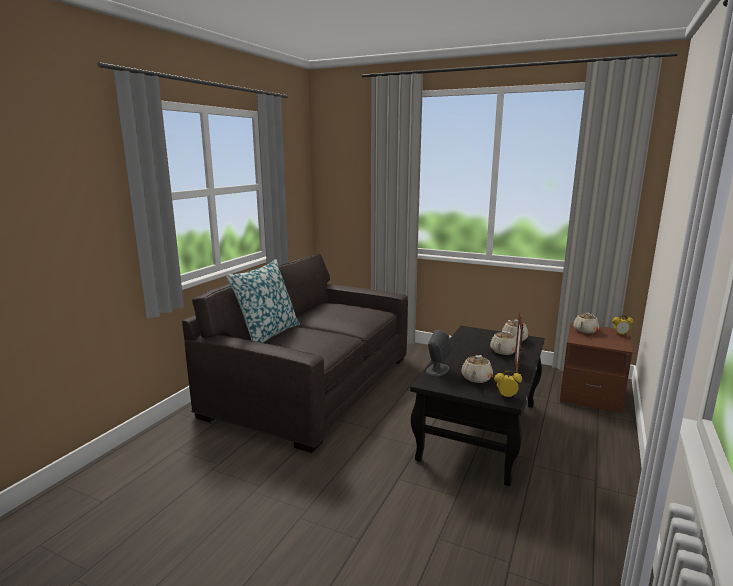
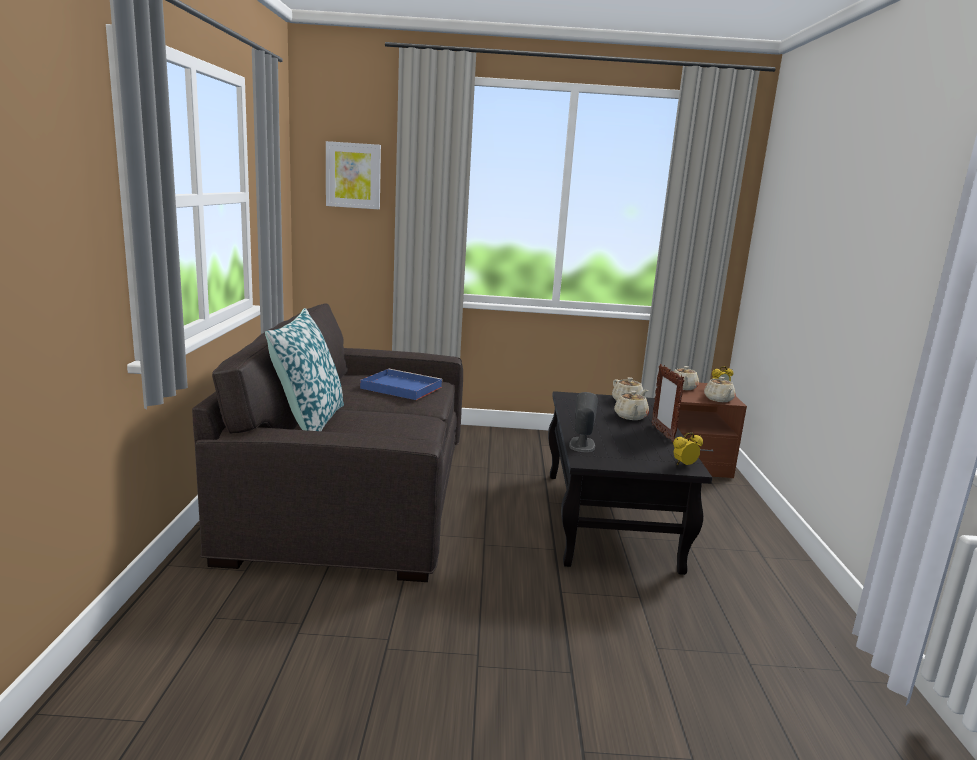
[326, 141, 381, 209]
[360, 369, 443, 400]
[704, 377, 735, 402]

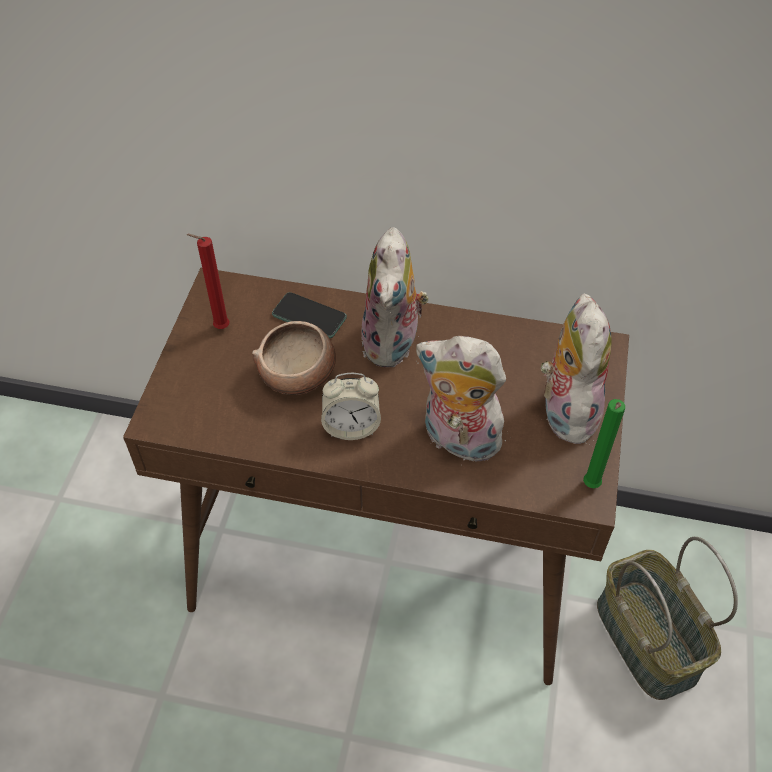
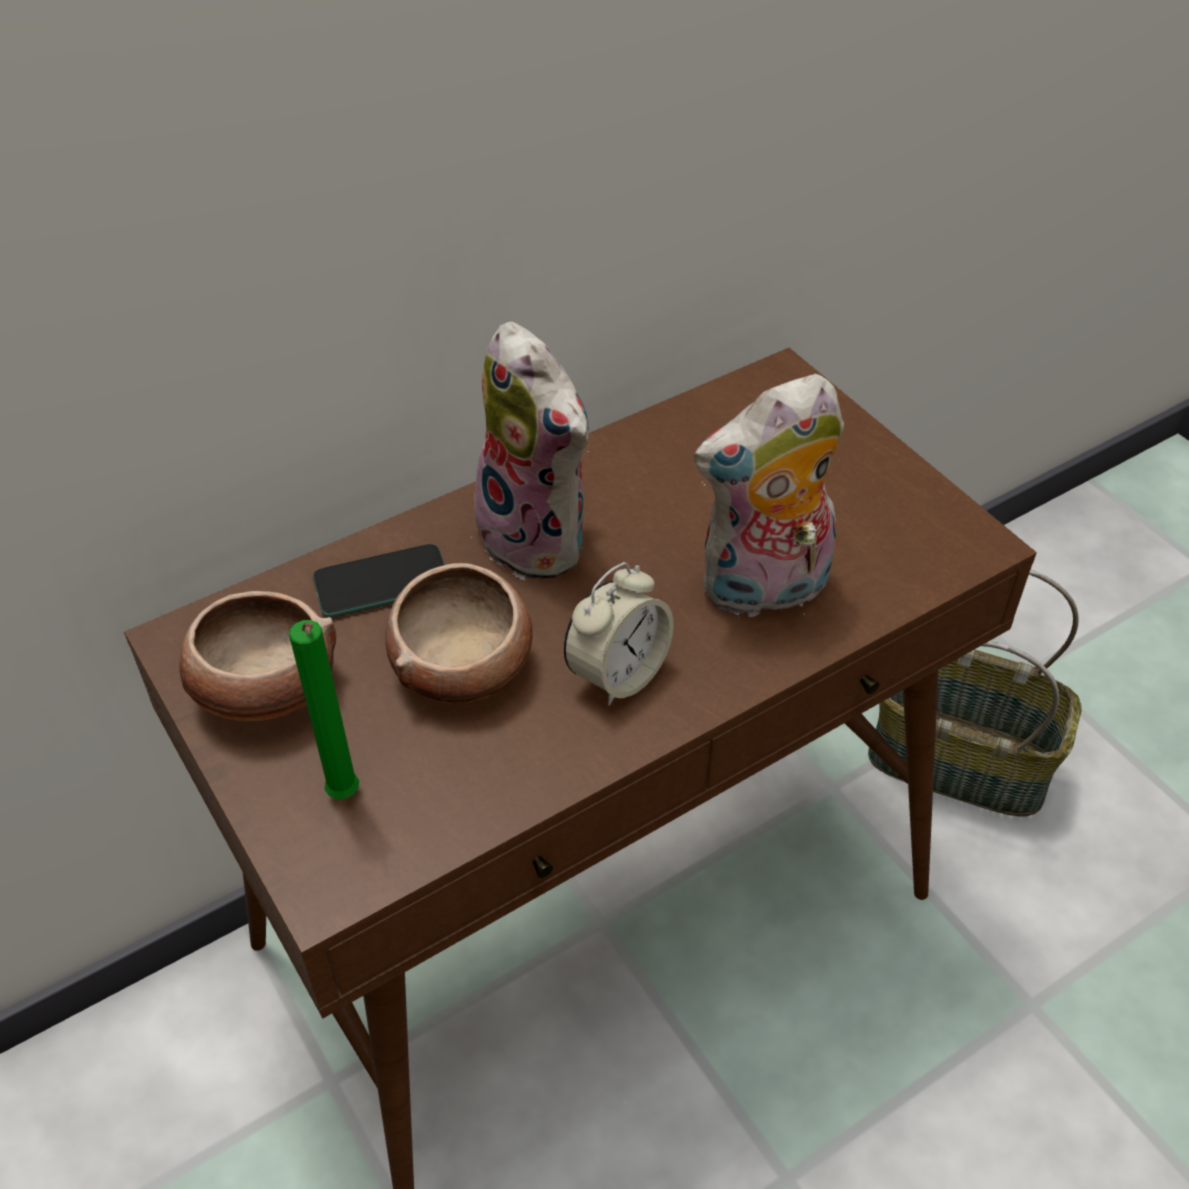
[541, 293, 612, 447] (first image)
[289, 620, 359, 799]
[179, 591, 336, 721]

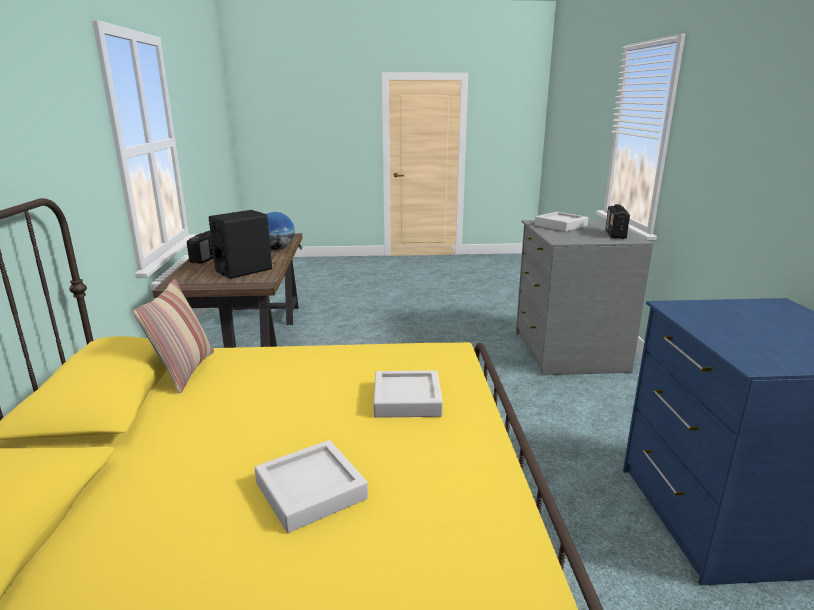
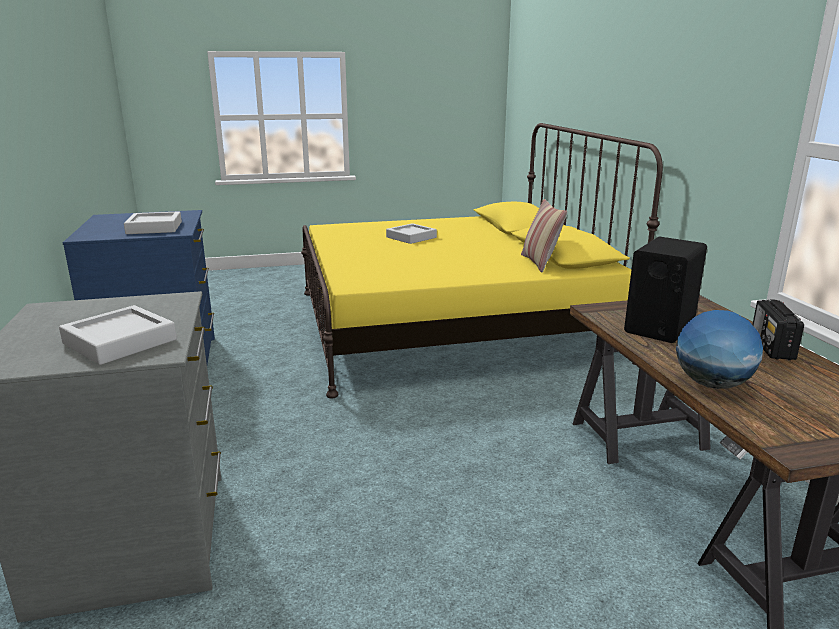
[605, 204, 630, 239] (first image)
[124, 211, 182, 234]

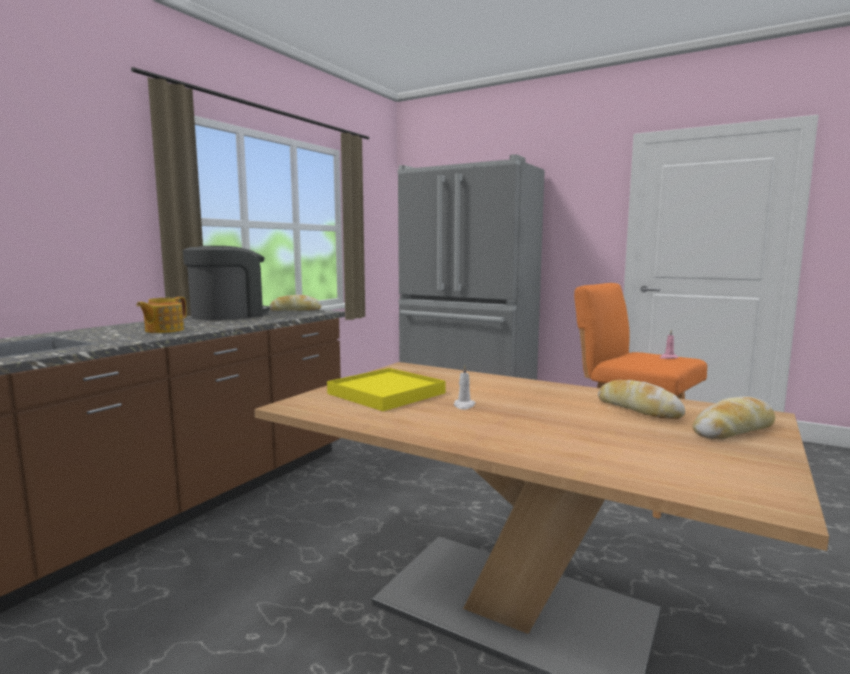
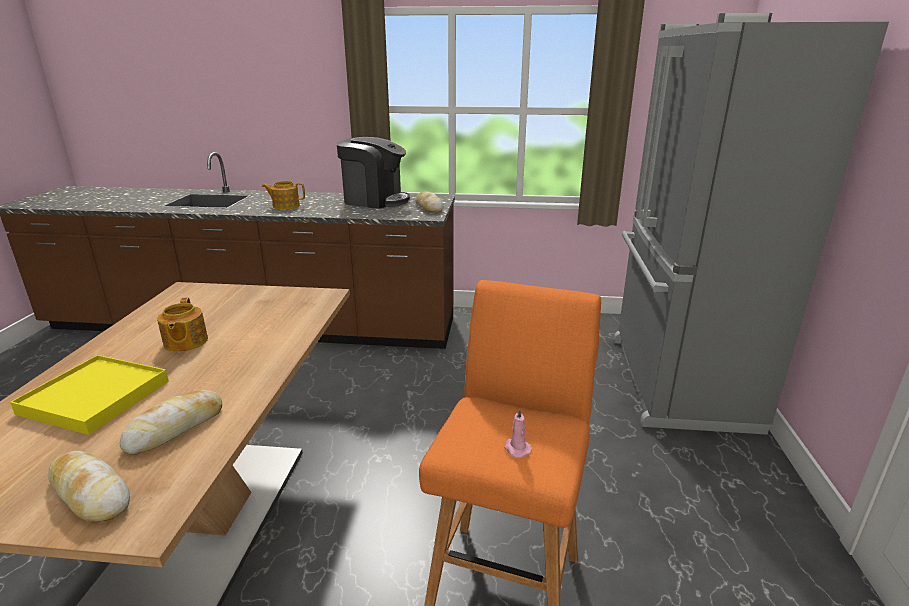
[10, 355, 169, 435]
[157, 297, 208, 352]

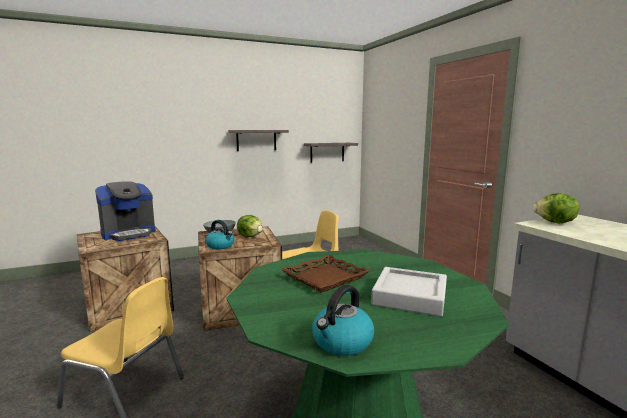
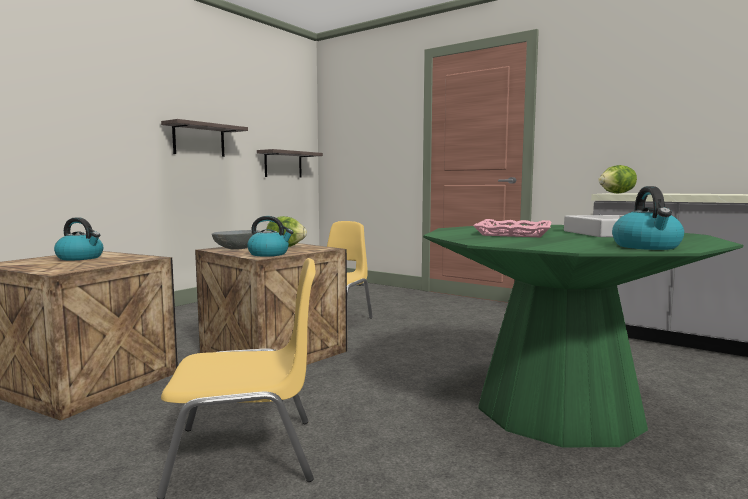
[54, 217, 103, 260]
[473, 219, 552, 237]

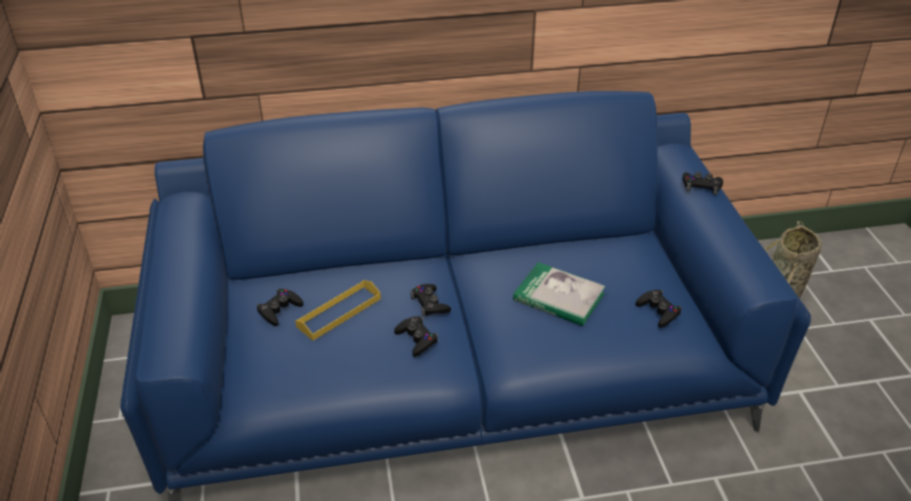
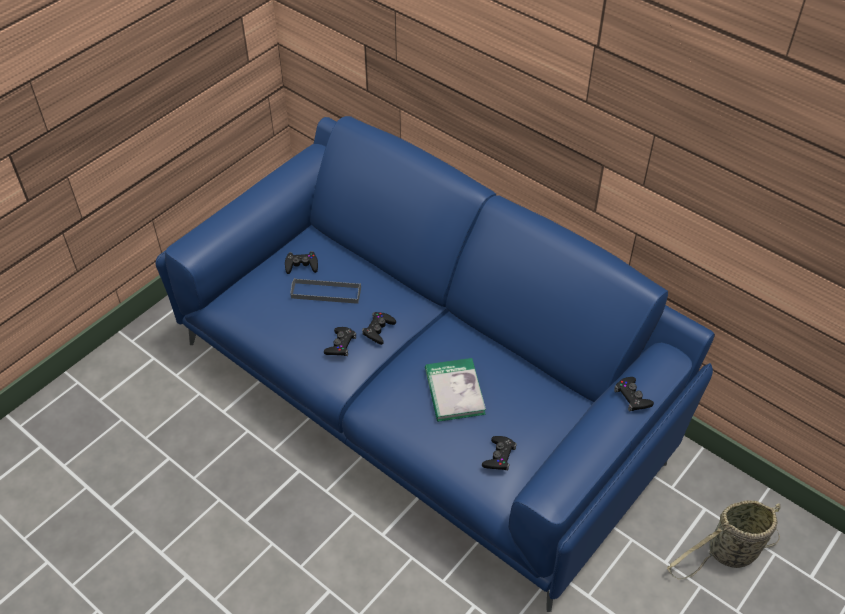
[290, 278, 361, 304]

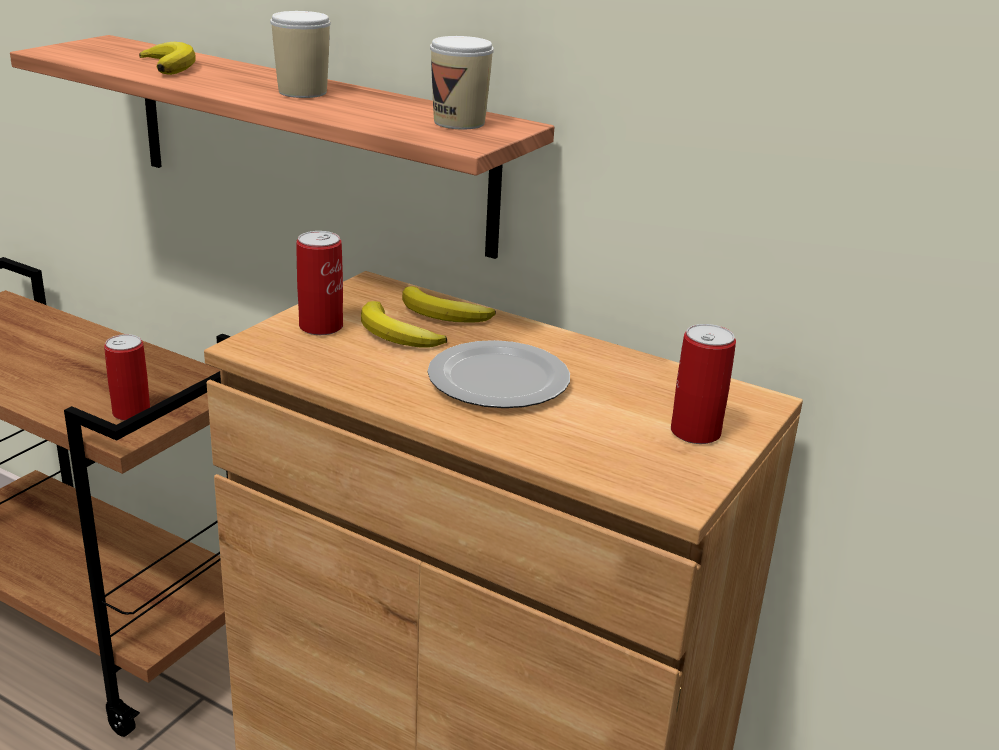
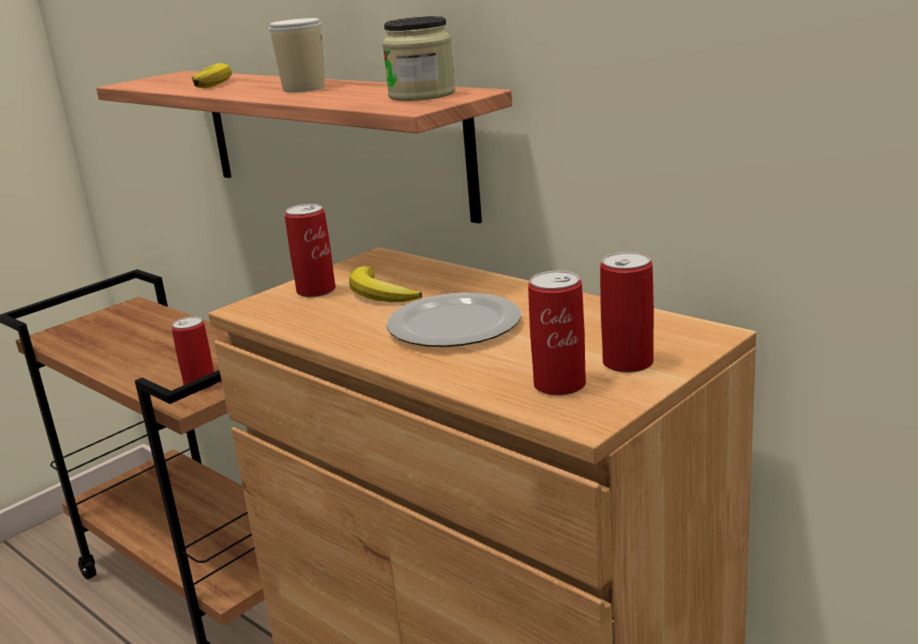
[402, 286, 496, 323] (first image)
[528, 271, 586, 396]
[382, 16, 455, 101]

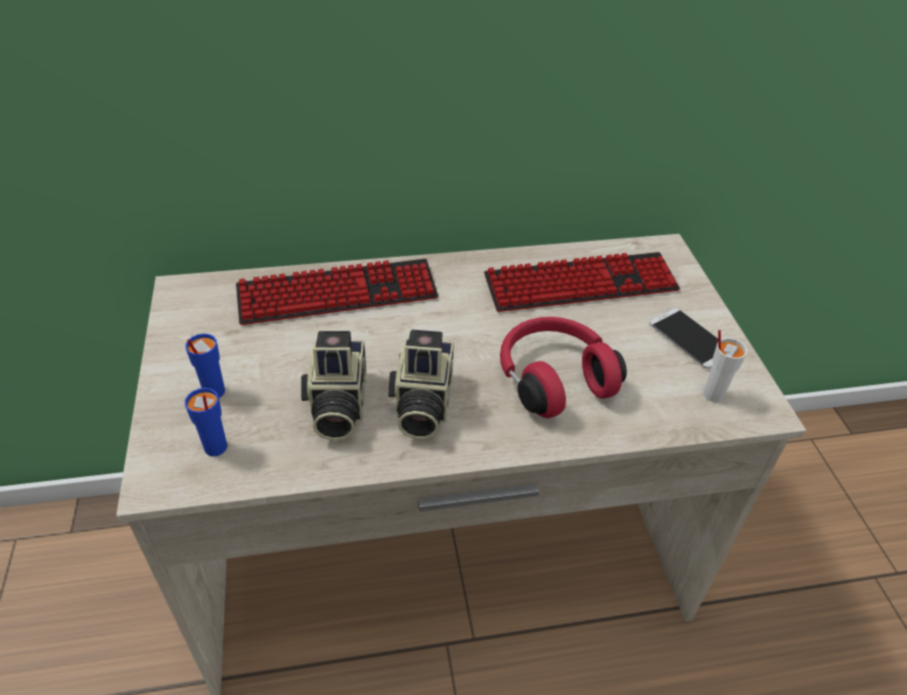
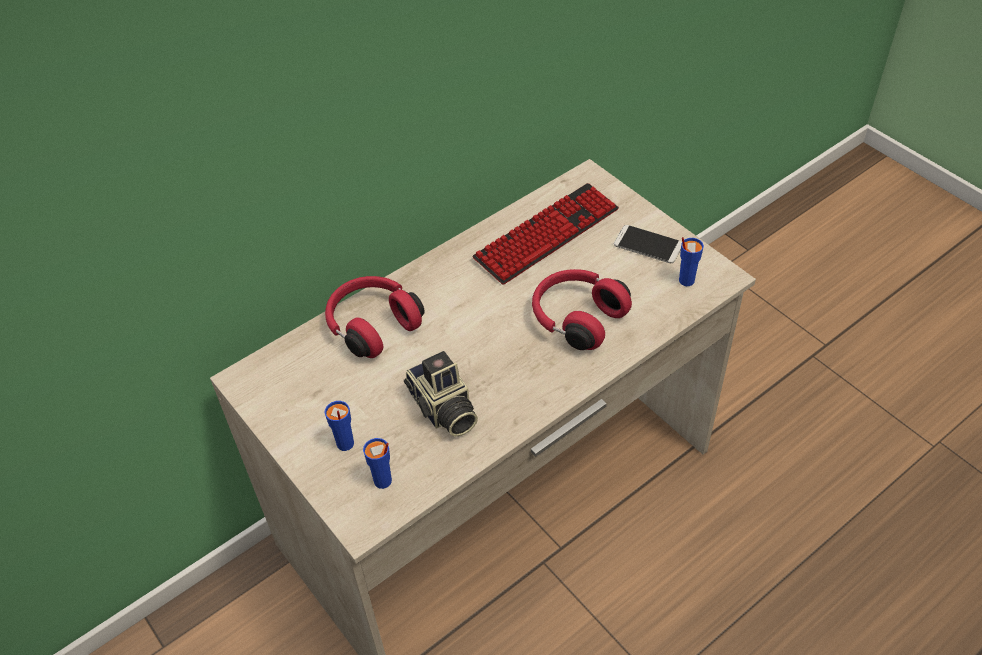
[388, 329, 454, 439] (first image)
[325, 276, 424, 358]
[679, 237, 704, 286]

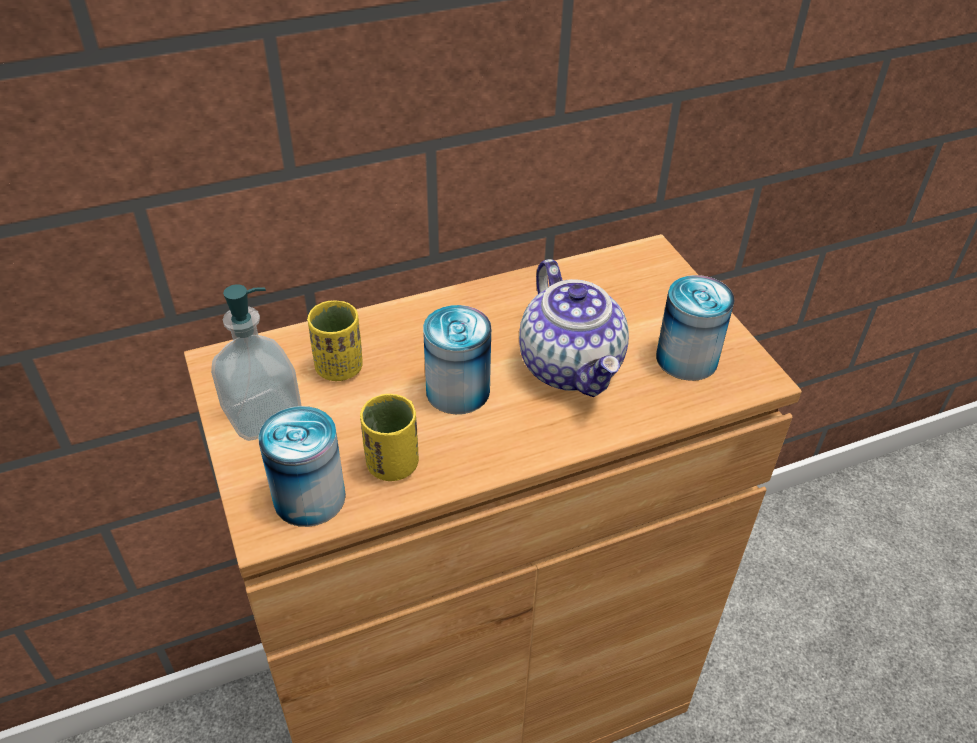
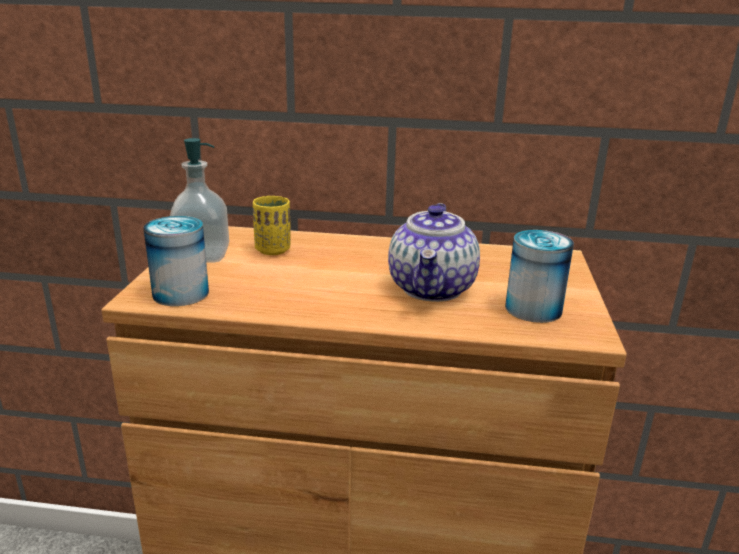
[360, 394, 419, 481] (first image)
[423, 305, 491, 414] (first image)

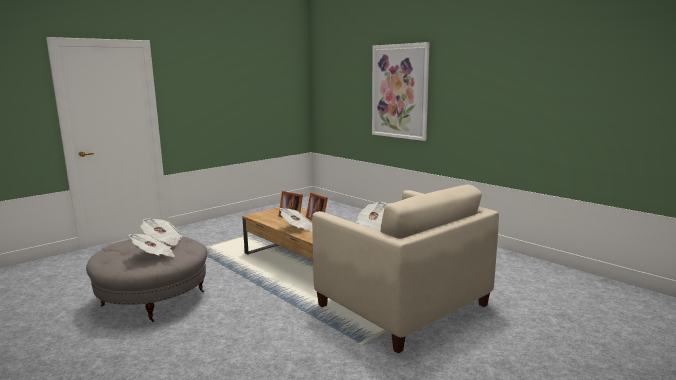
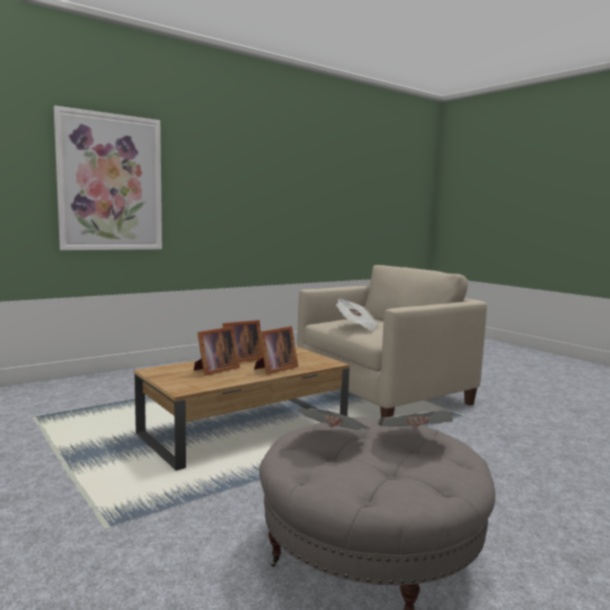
[254, 326, 298, 375]

